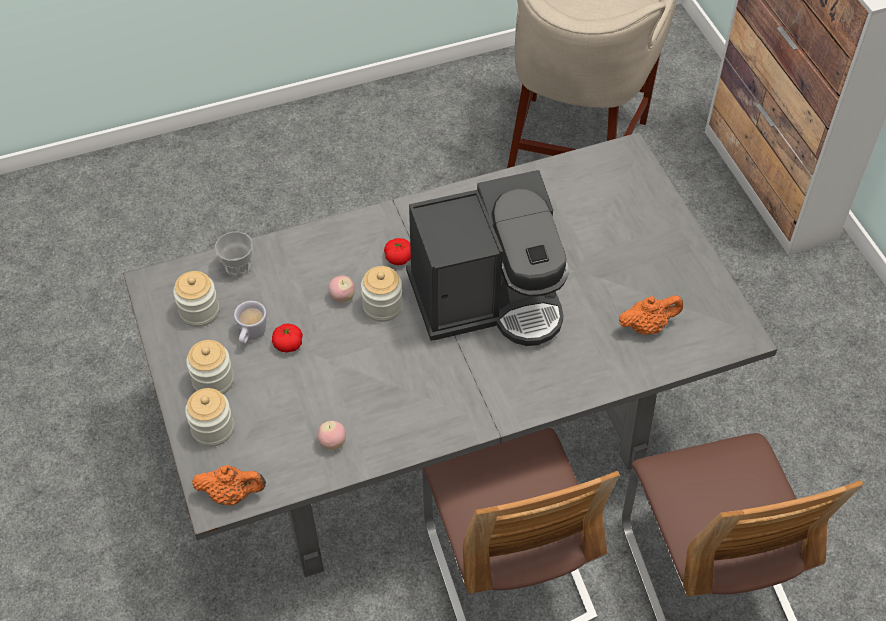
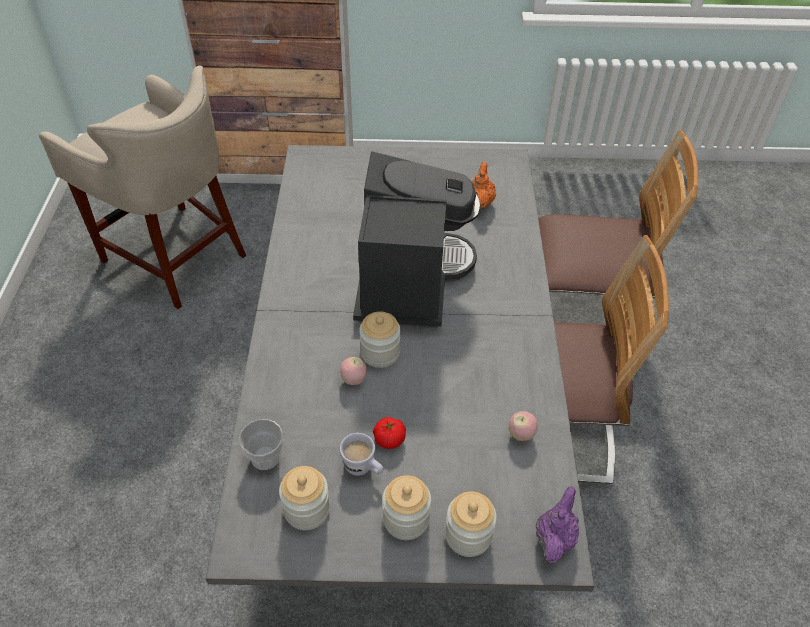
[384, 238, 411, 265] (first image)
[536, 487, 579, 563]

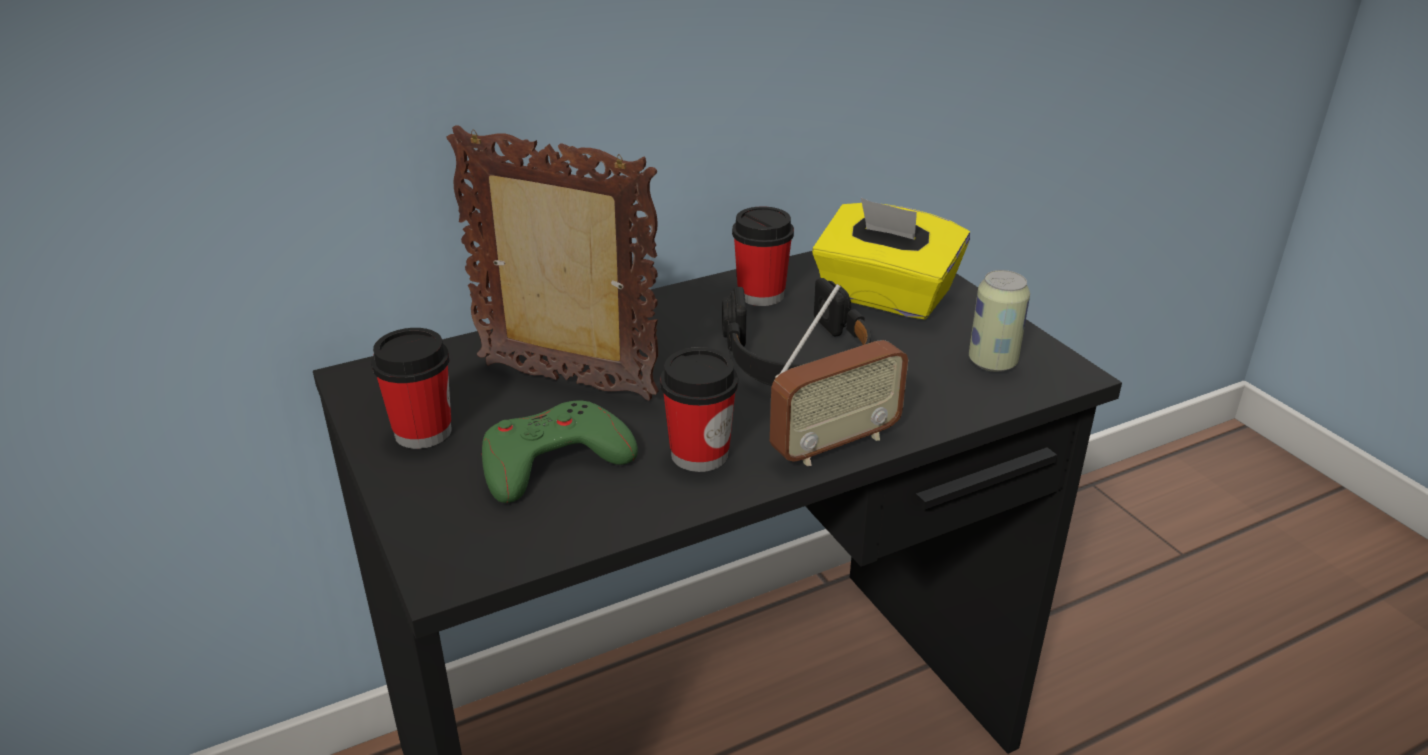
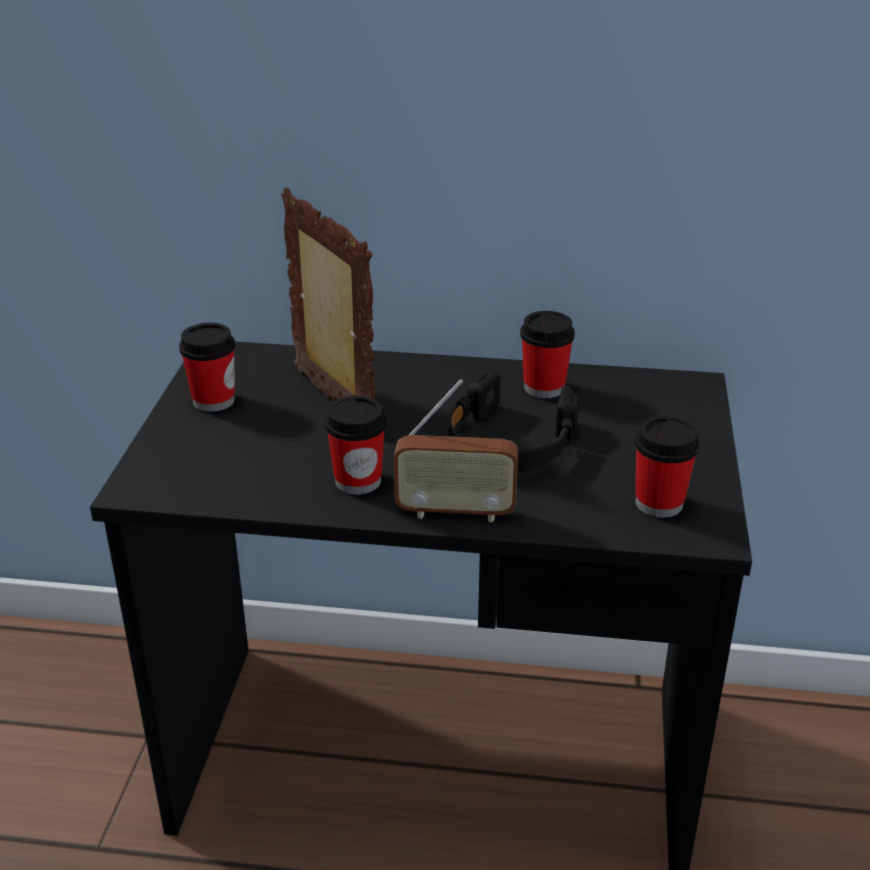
[482, 400, 638, 503] (first image)
[812, 198, 970, 319] (first image)
[635, 416, 699, 517]

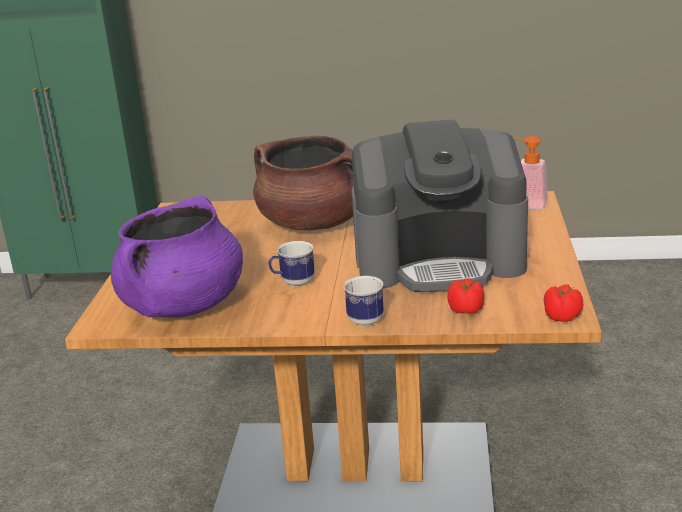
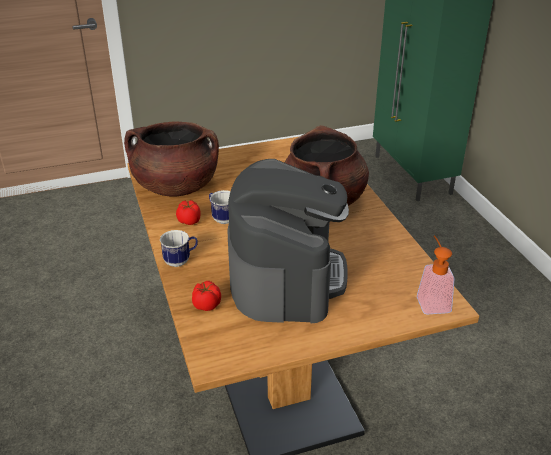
[176, 200, 201, 225]
[124, 121, 219, 196]
[228, 159, 349, 323]

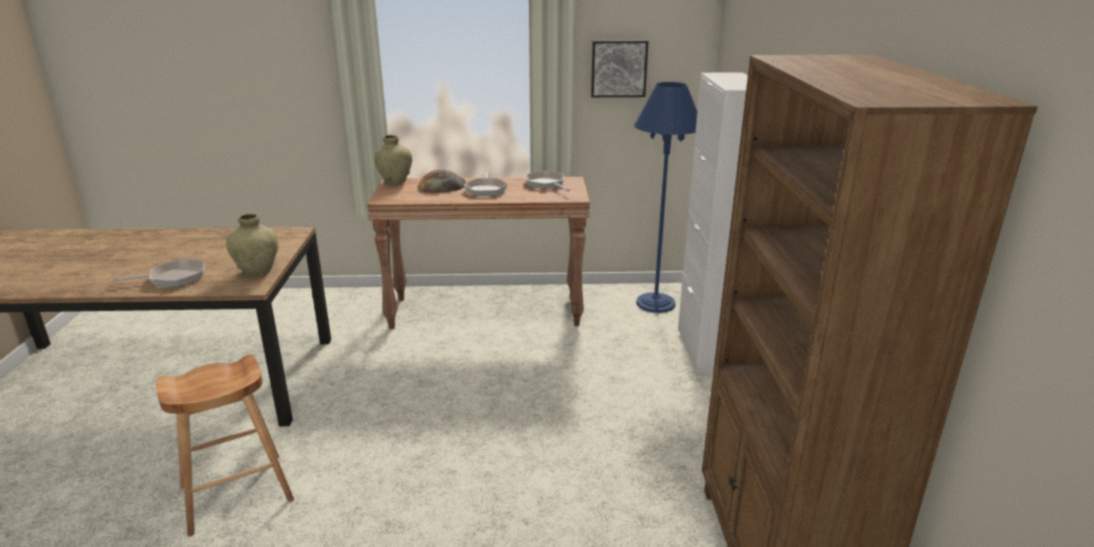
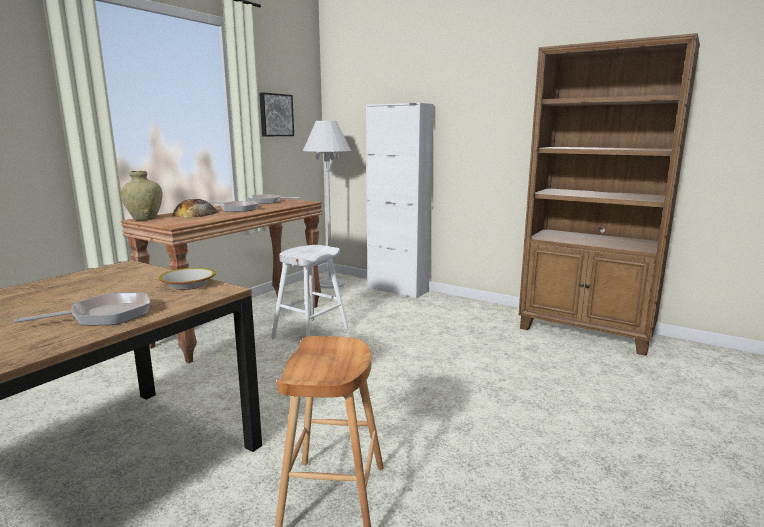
[271, 245, 348, 339]
[159, 268, 216, 290]
[303, 121, 351, 289]
[14, 292, 150, 325]

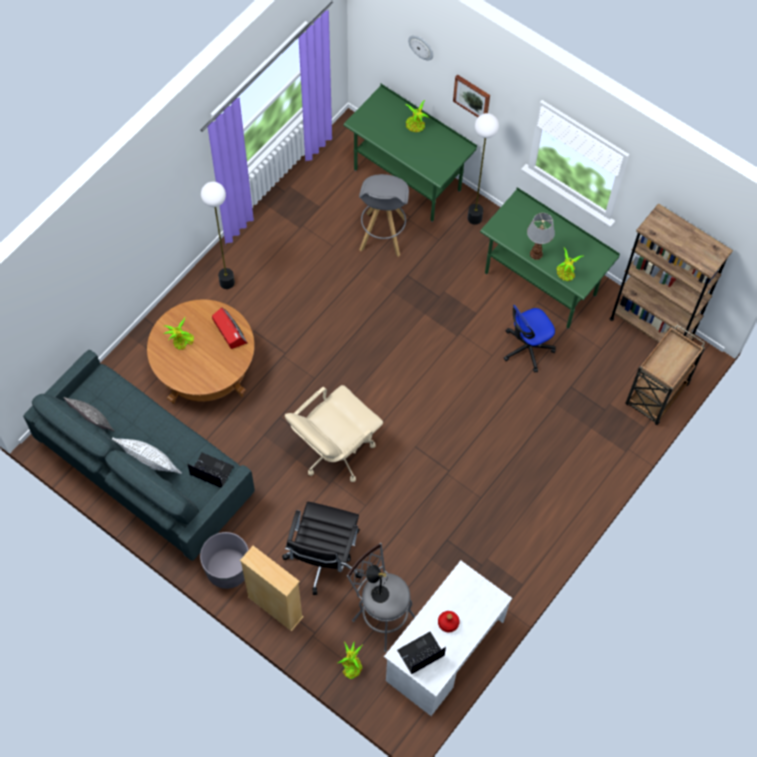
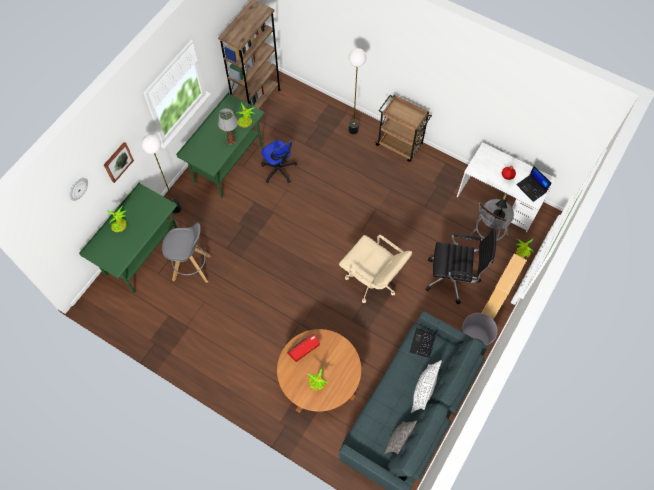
[348, 48, 366, 134]
[375, 94, 432, 162]

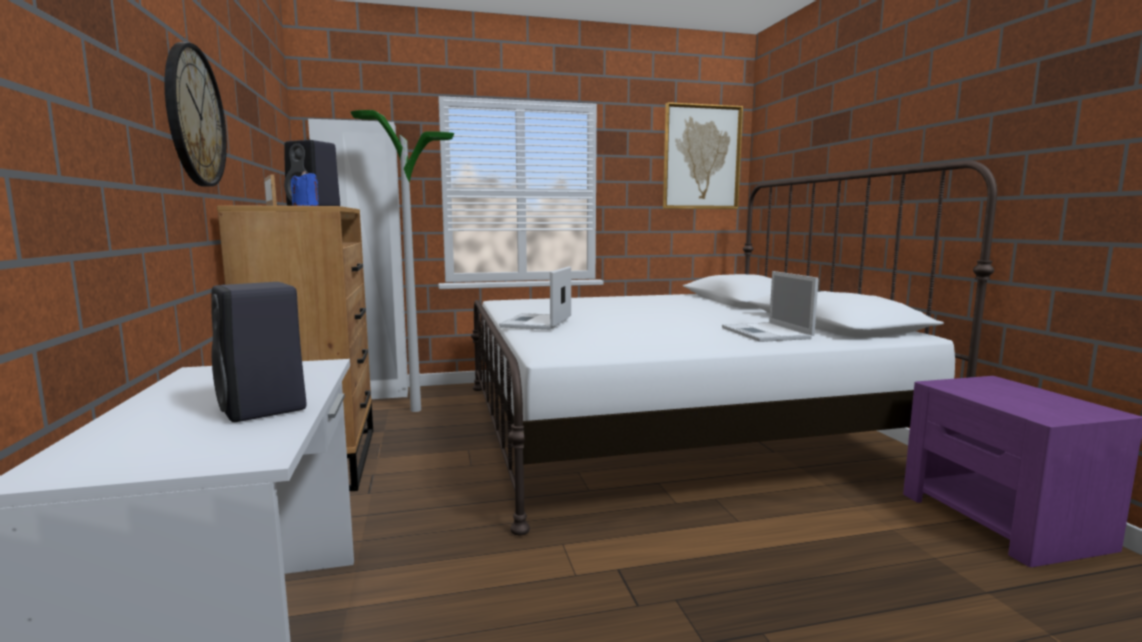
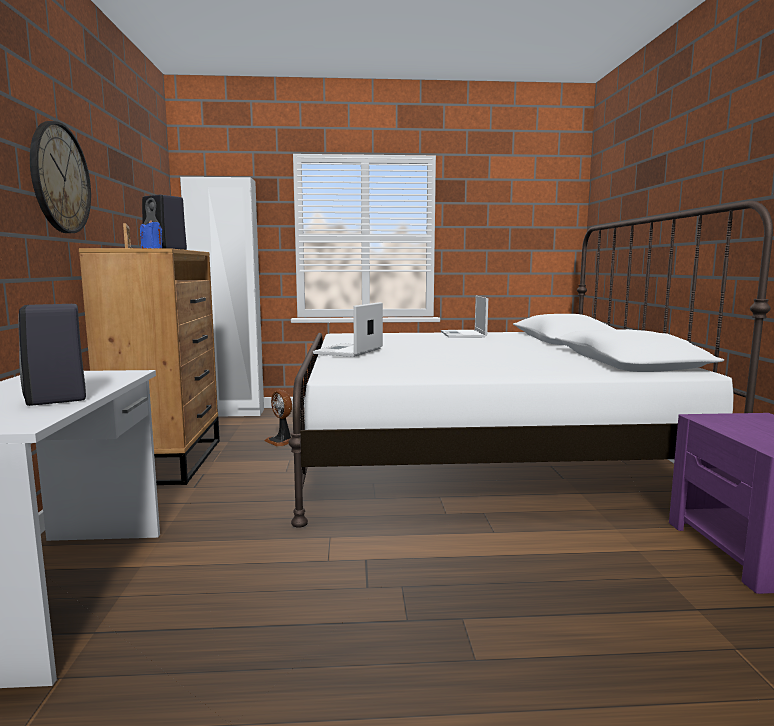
[350, 110, 454, 412] (first image)
[663, 102, 743, 209] (first image)
[264, 390, 292, 447]
[441, 296, 488, 338]

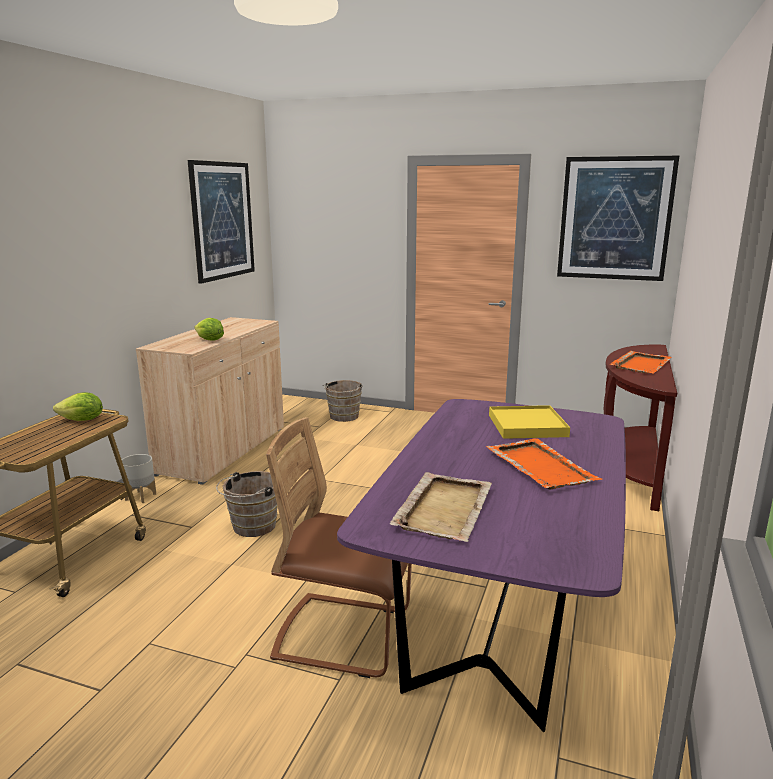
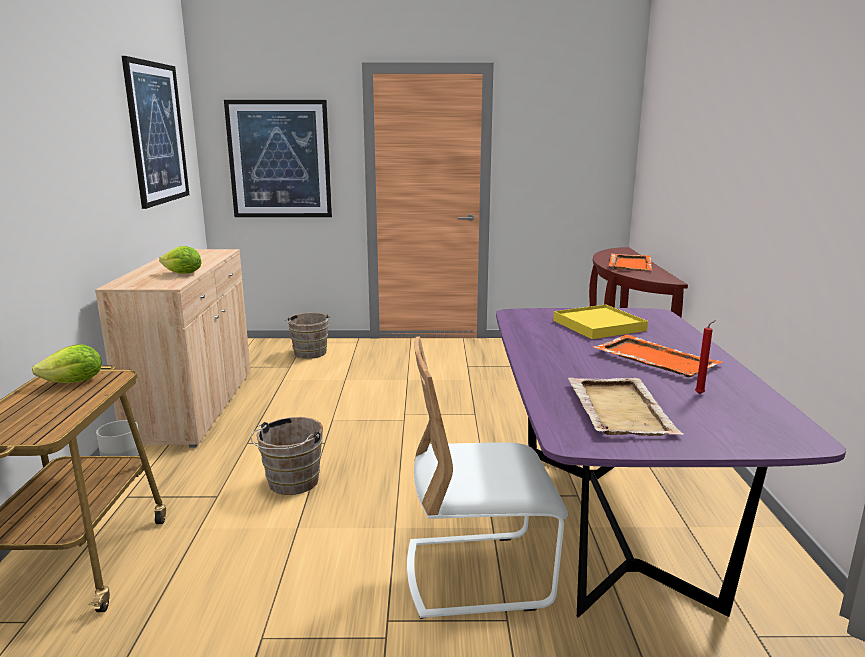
[695, 320, 716, 394]
[224, 100, 332, 217]
[407, 336, 568, 619]

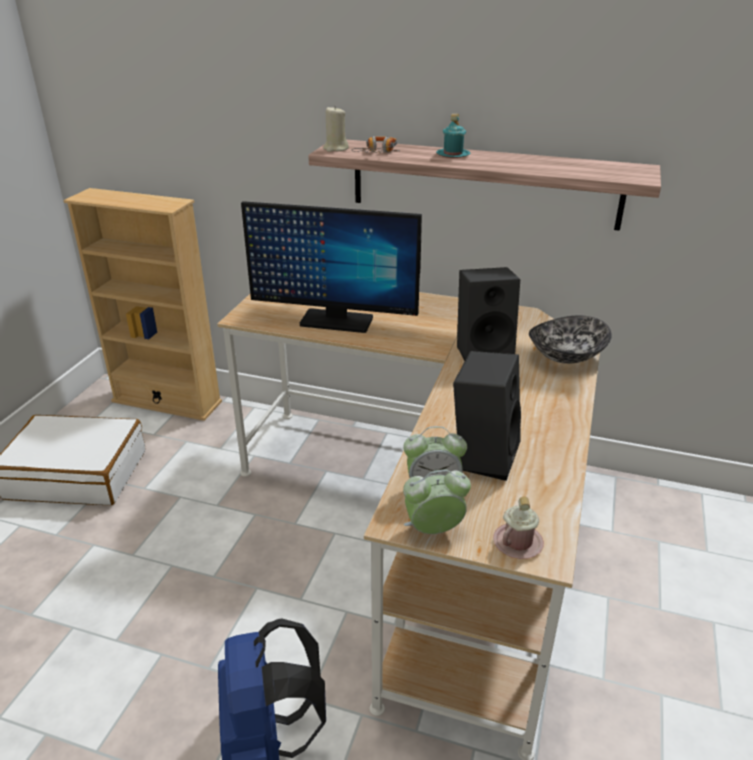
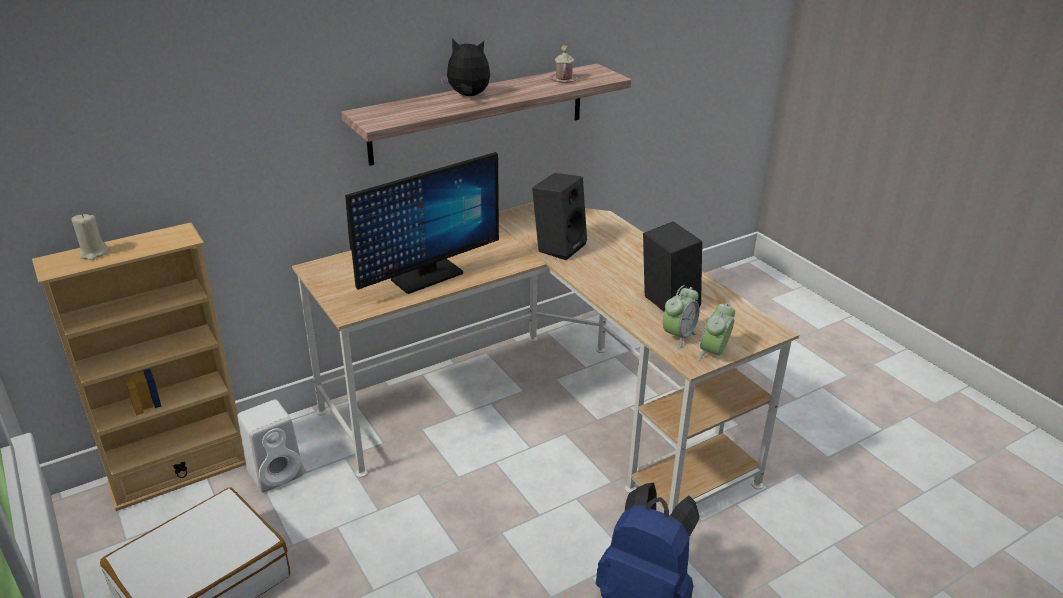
[352, 136, 400, 153] (first image)
[529, 315, 612, 364] (first image)
[237, 400, 303, 493]
[72, 214, 108, 260]
[550, 45, 578, 83]
[440, 38, 490, 96]

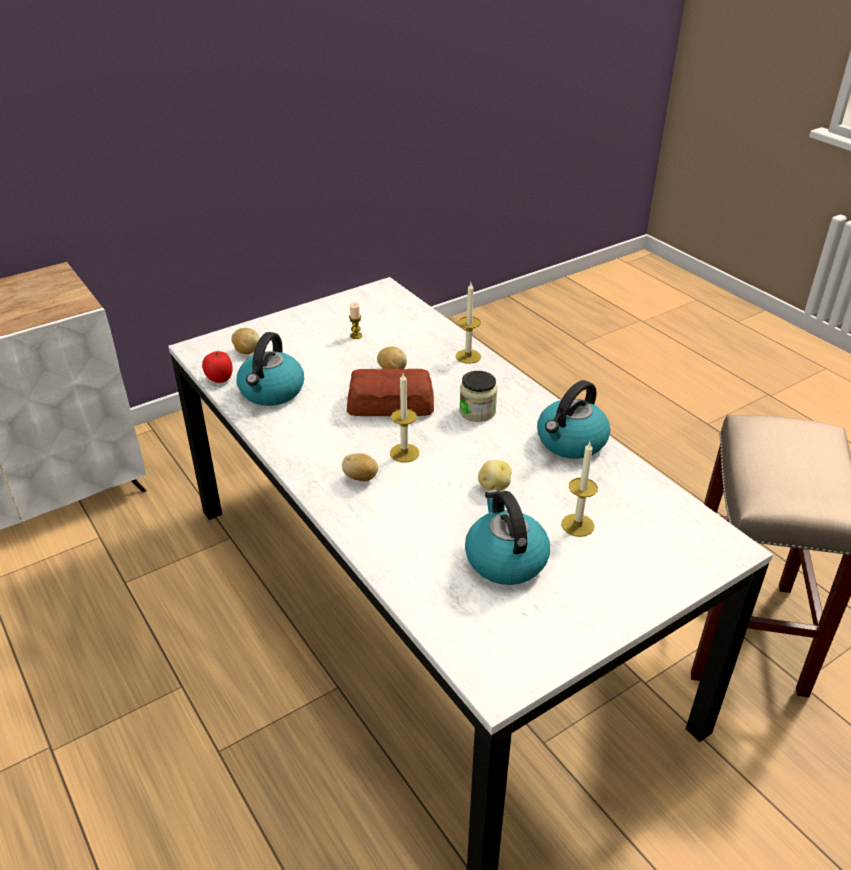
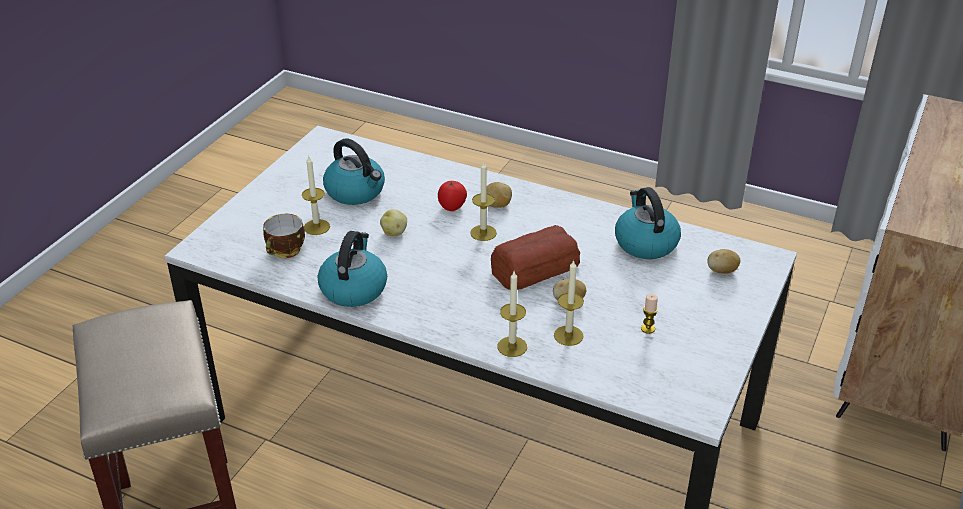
[459, 371, 497, 422] (first image)
[263, 214, 305, 258]
[554, 259, 584, 346]
[438, 180, 467, 211]

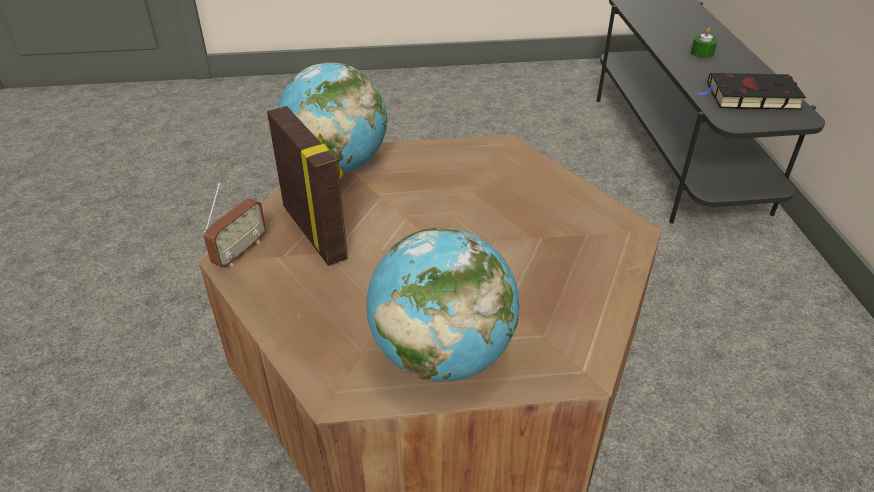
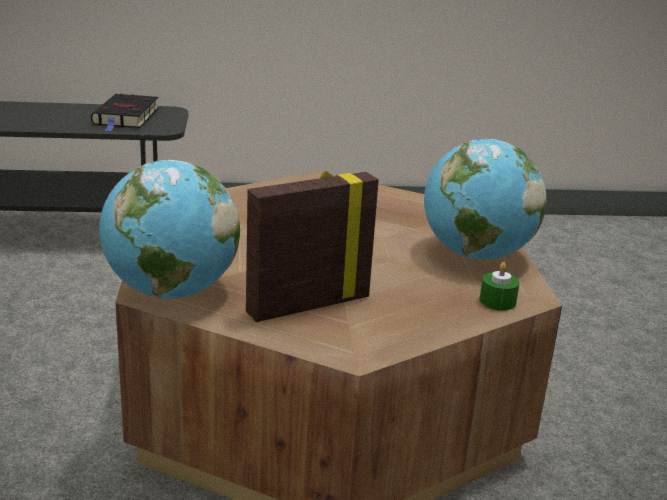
[204, 182, 266, 267] (first image)
[479, 262, 520, 311]

